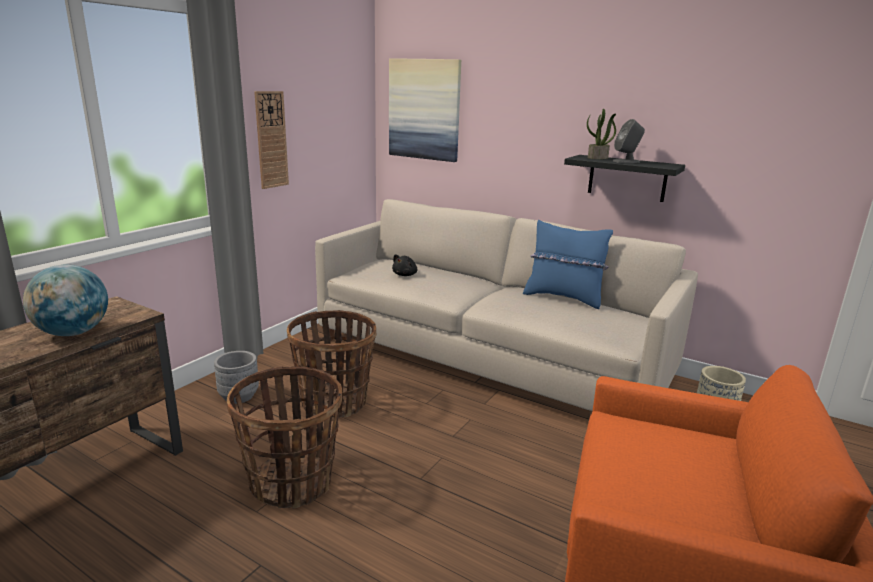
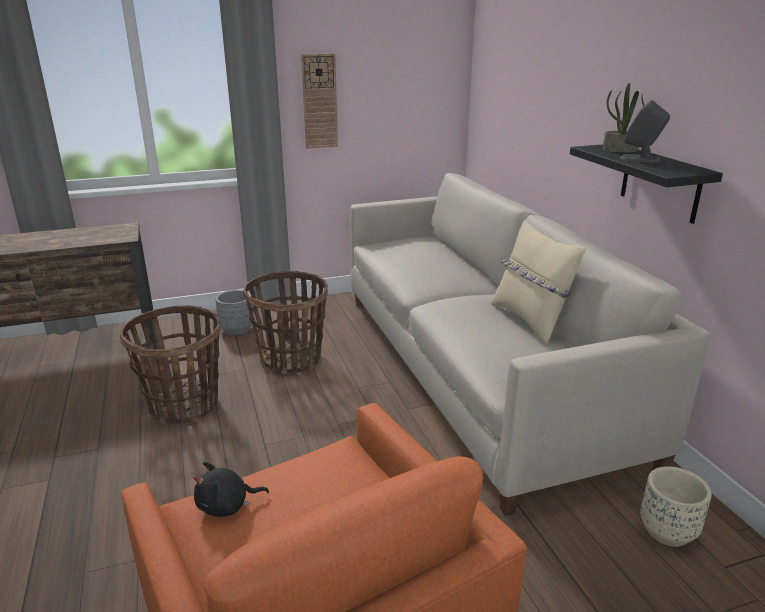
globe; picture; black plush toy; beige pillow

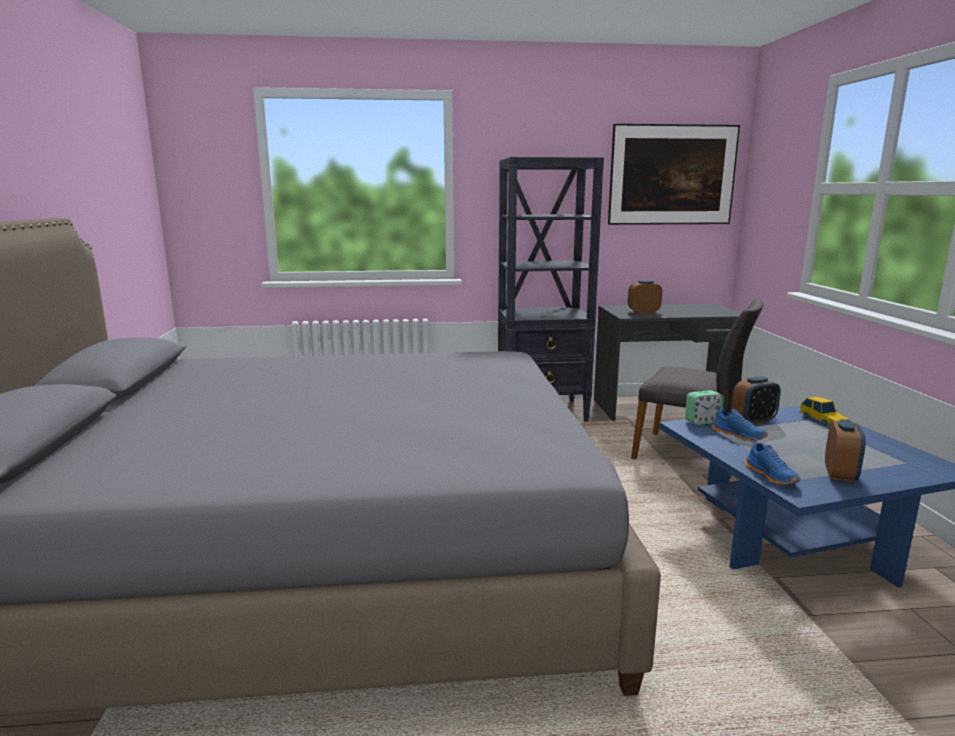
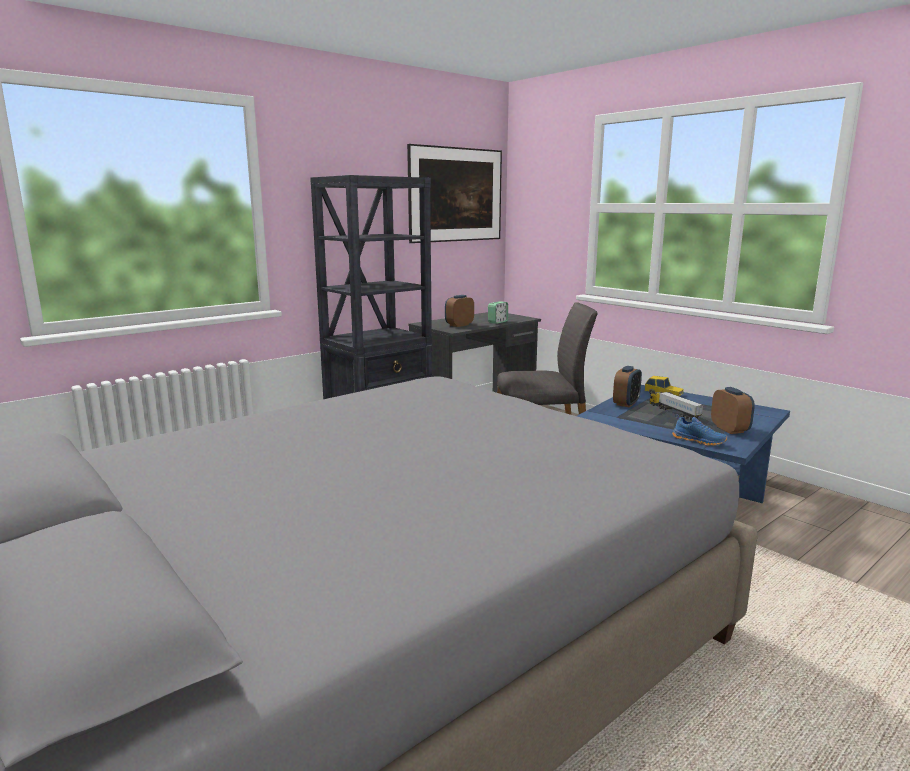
blue shoe (no. 1 from left in the first image); toy truck; alarm clock (no. 2 from left)

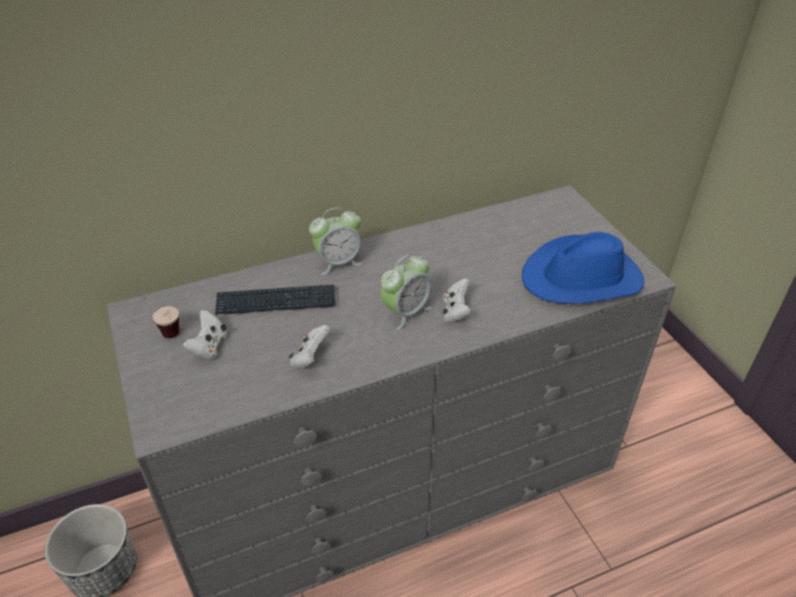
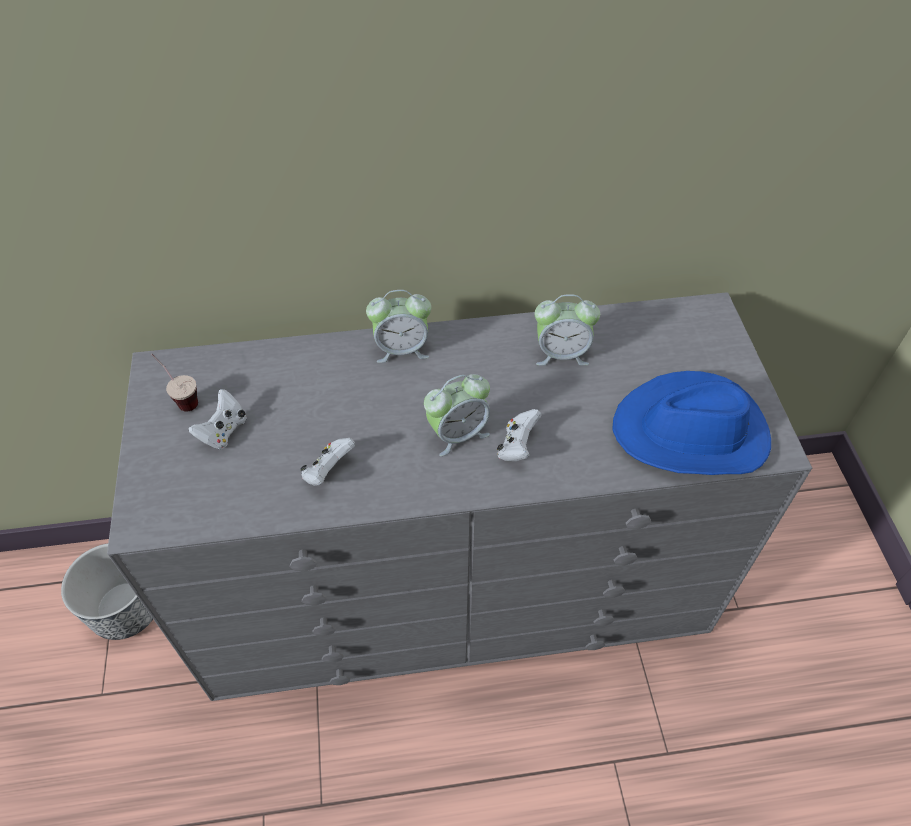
keyboard; alarm clock (no. 3 from left)

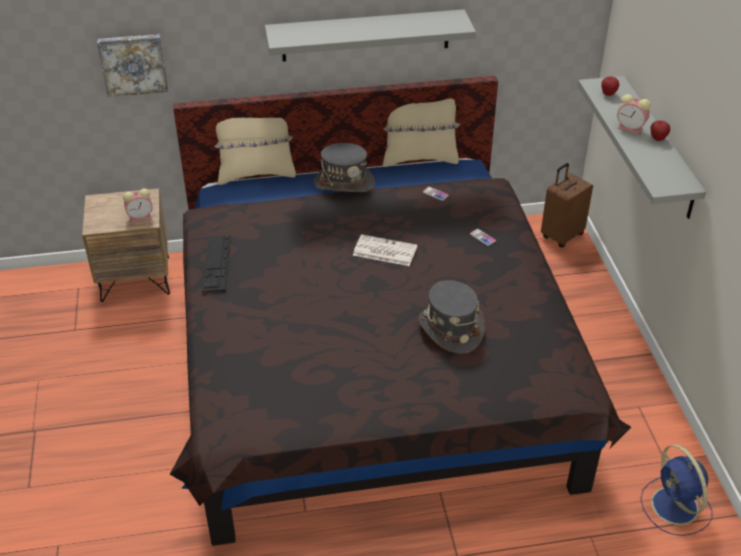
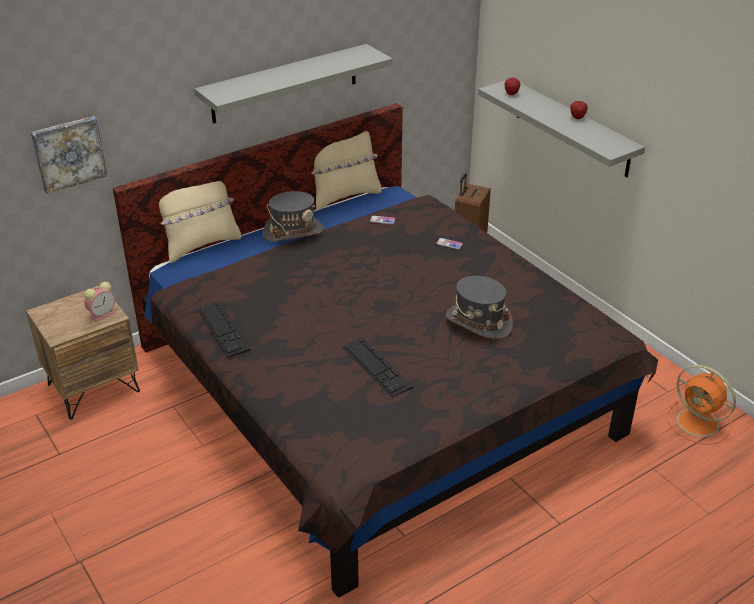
newspaper; alarm clock (no. 2 from left in the first image); keyboard (no. 2 from left); orange fan

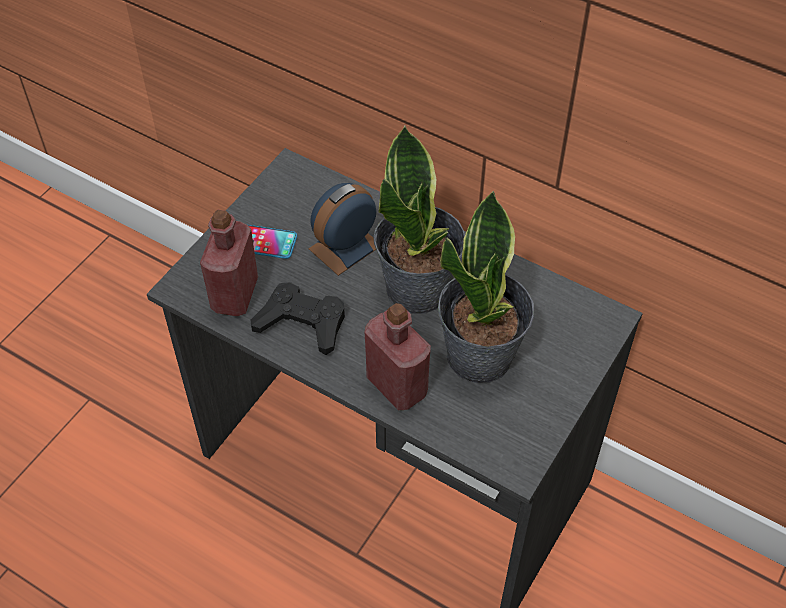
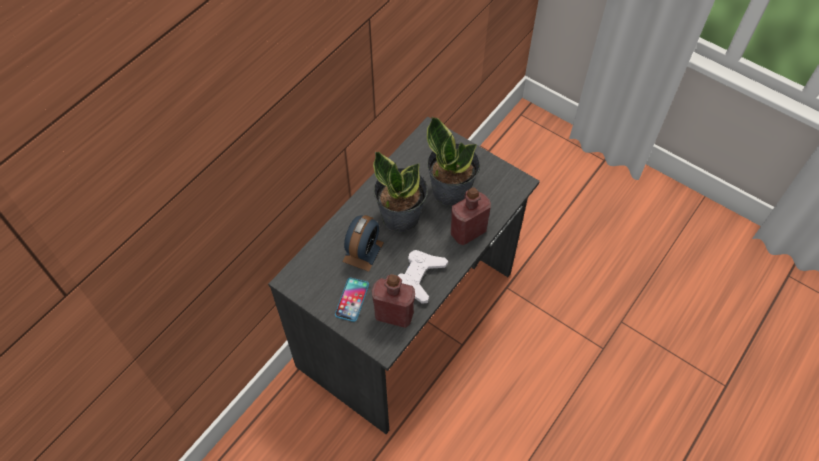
white game controller; alarm clock

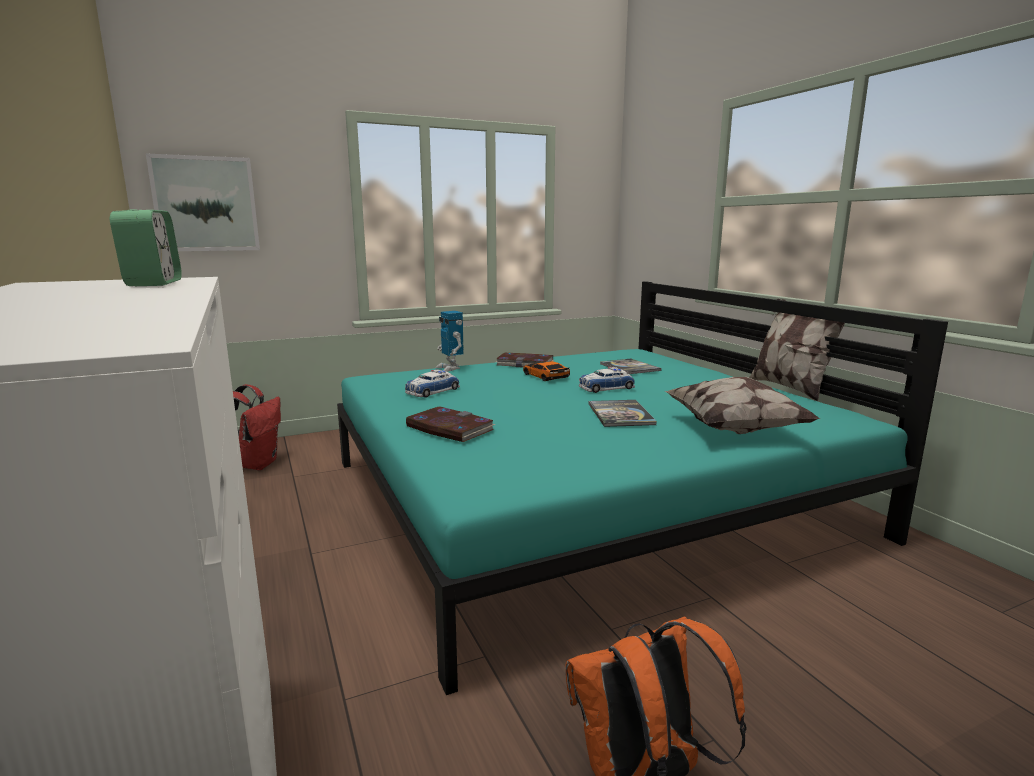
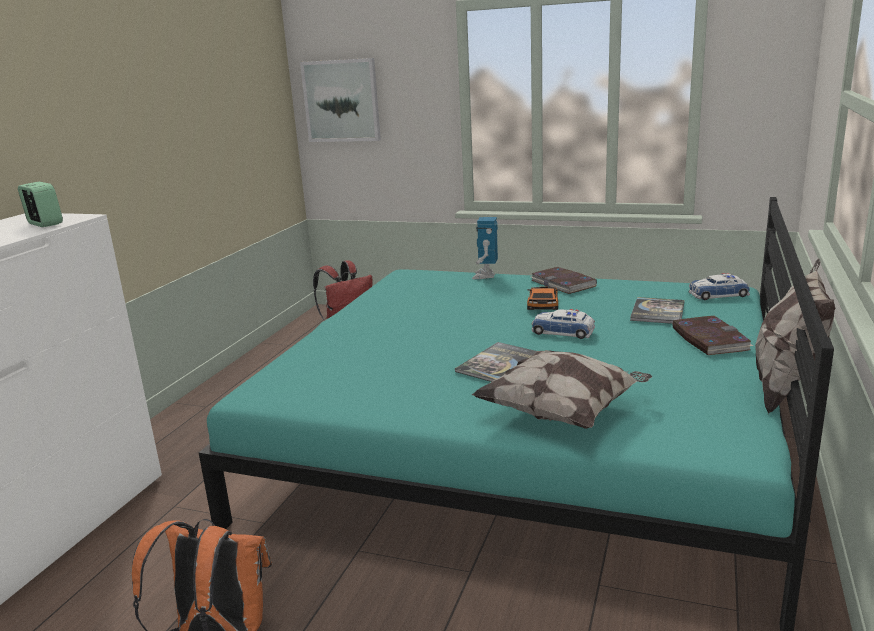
toy car (no. 3 from left); book (no. 4 from left); alarm clock

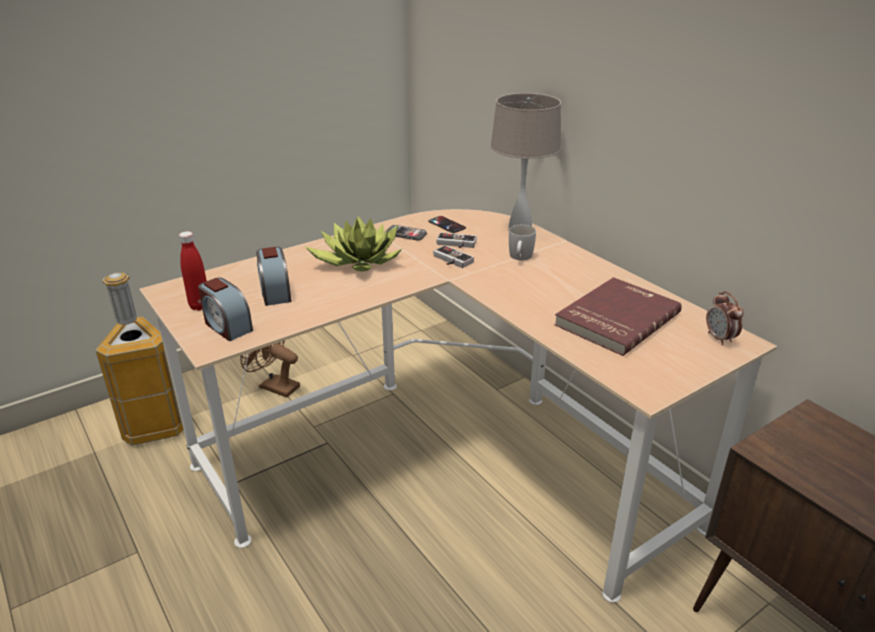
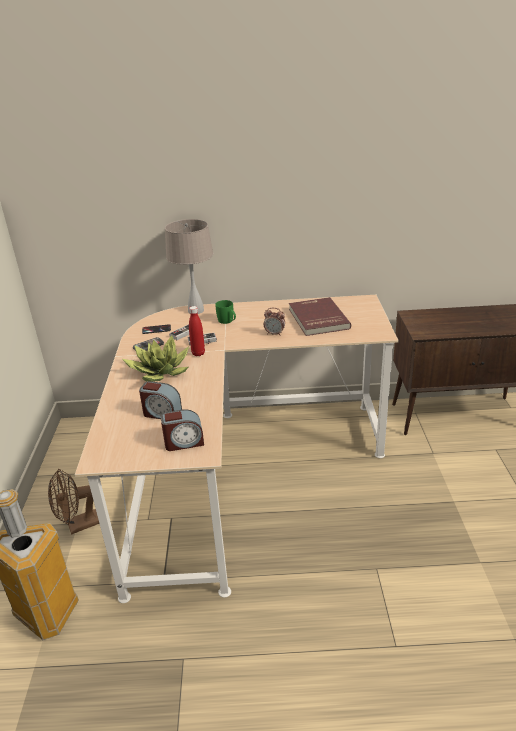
red bottle; alarm clock (no. 3 from left); green mug

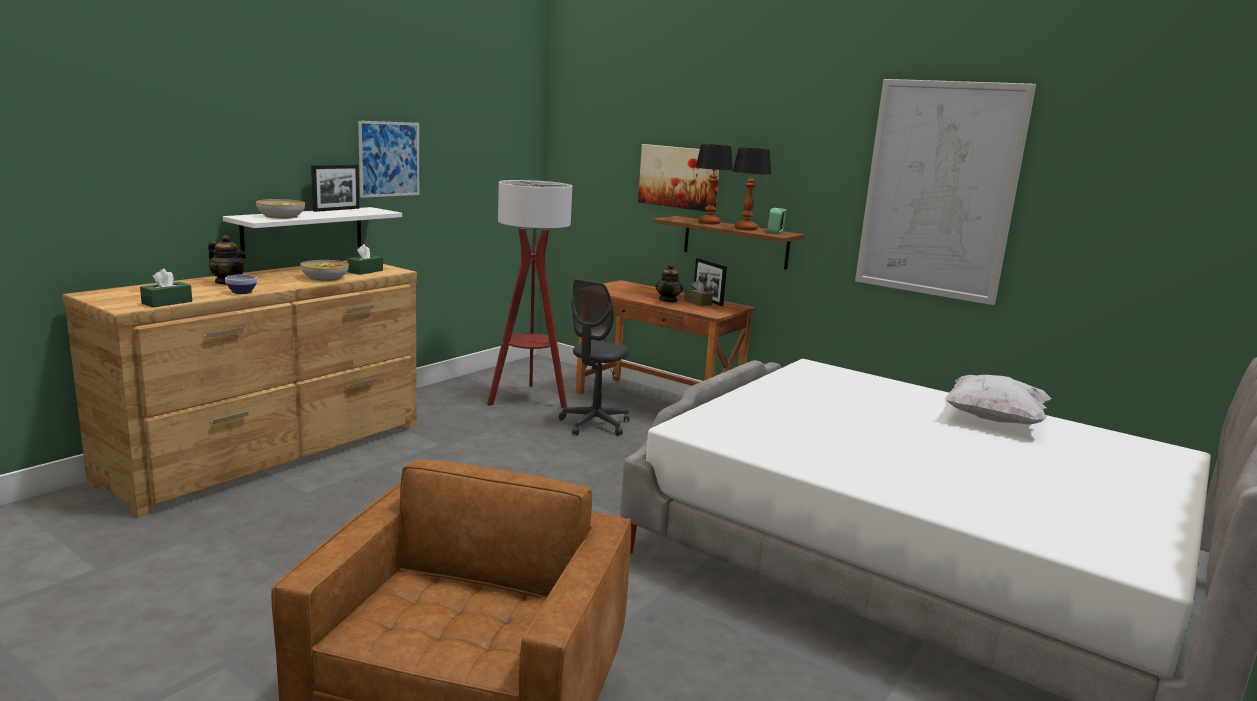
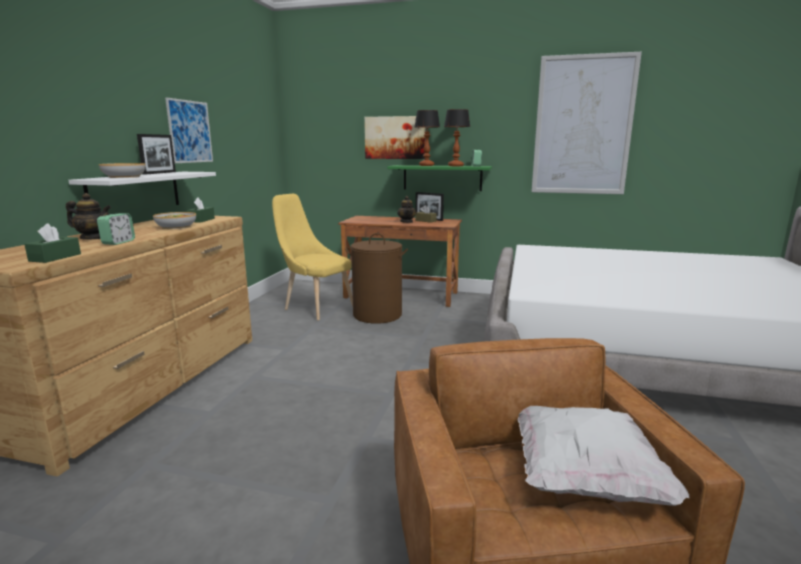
white pillow; alarm clock (no. 1 from left); yellow chair; brown laundry basket; green shelf

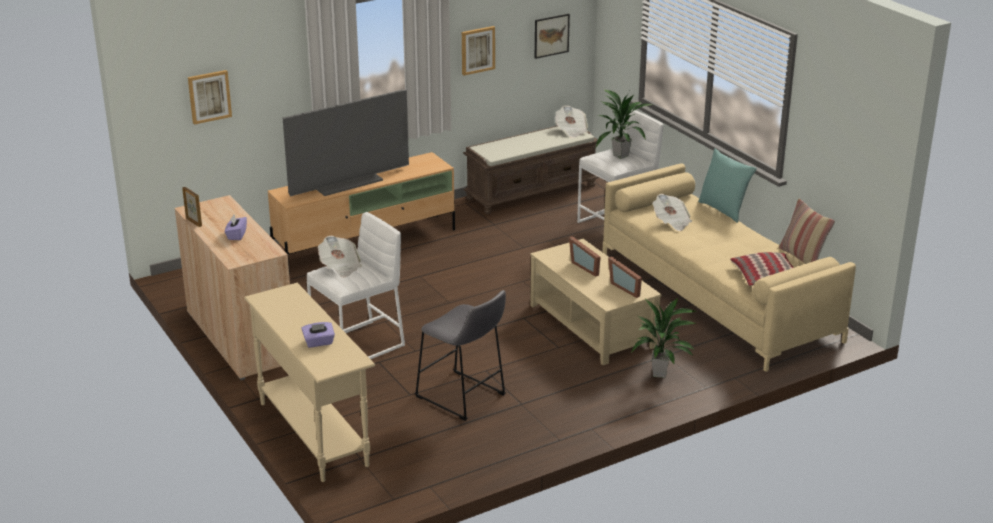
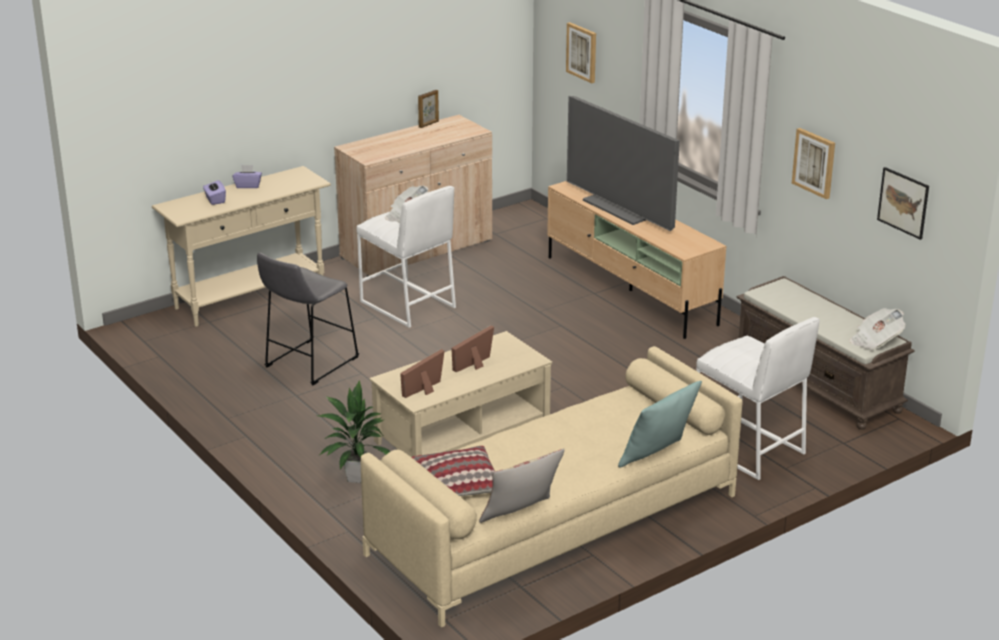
potted plant (no. 1 from left in the first image); newspaper (no. 3 from left in the first image); purple tissue box (no. 2 from left)

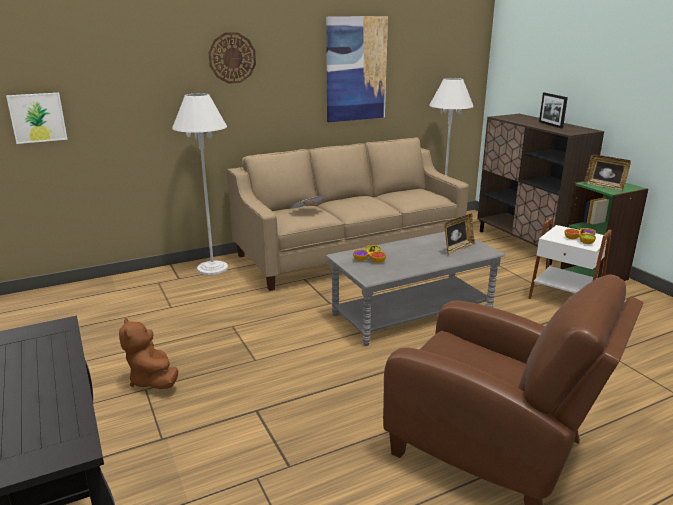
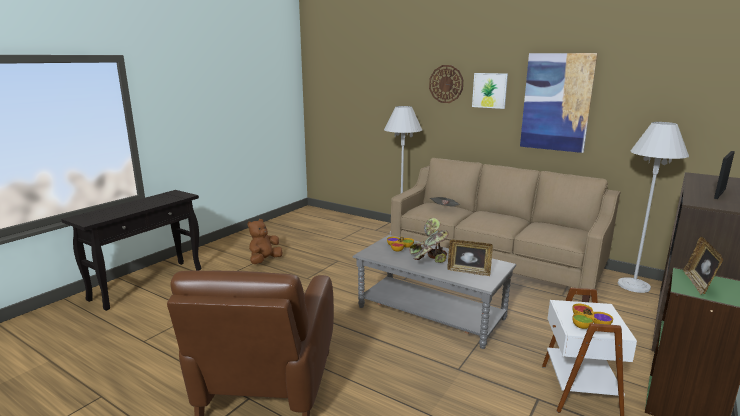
potted plant; picture (no. 1 from left)

